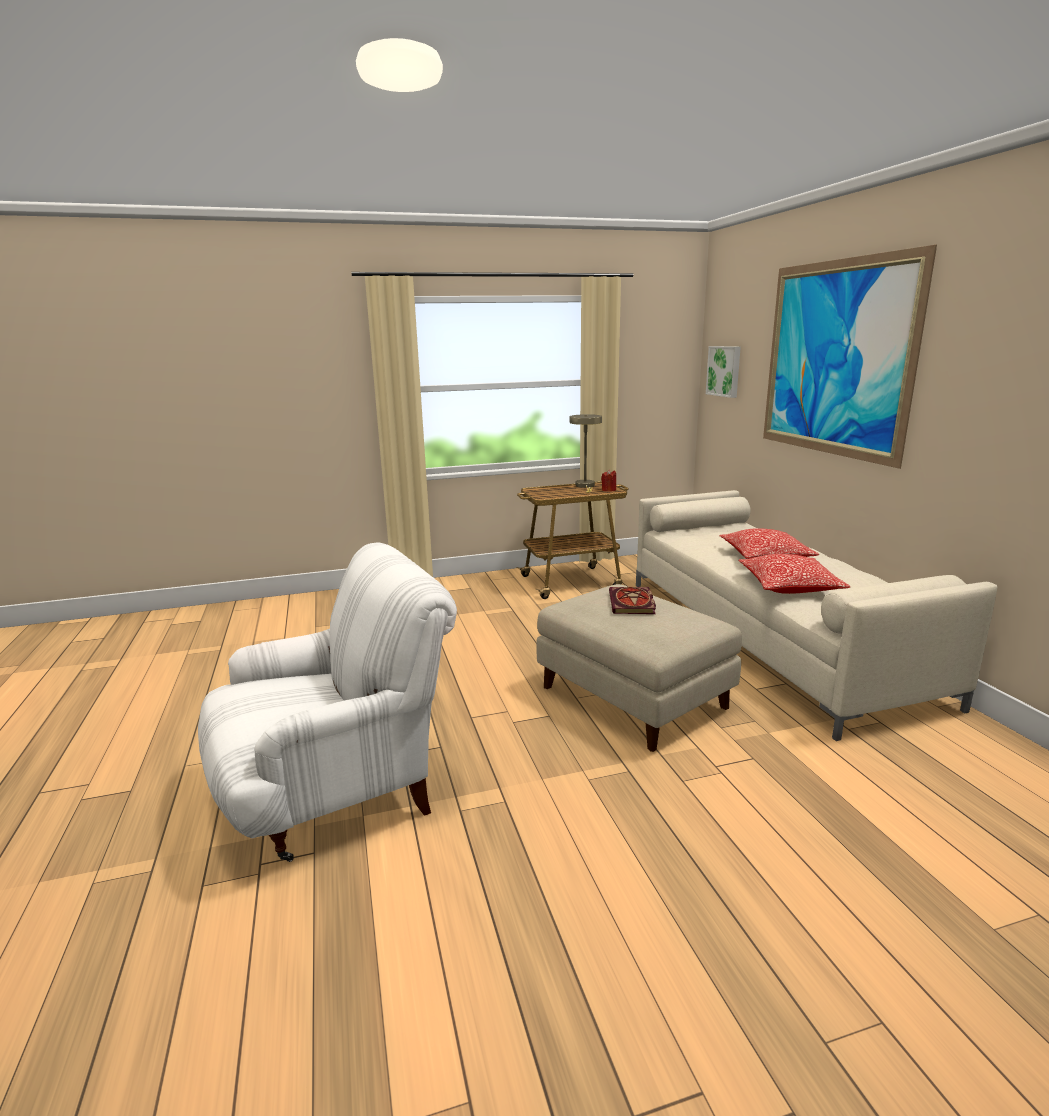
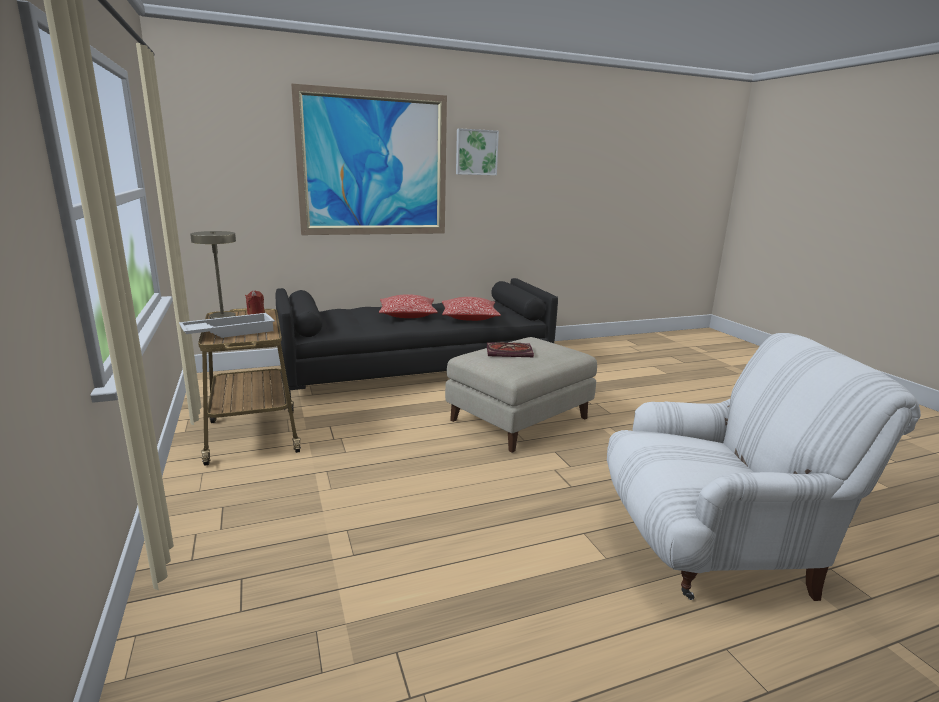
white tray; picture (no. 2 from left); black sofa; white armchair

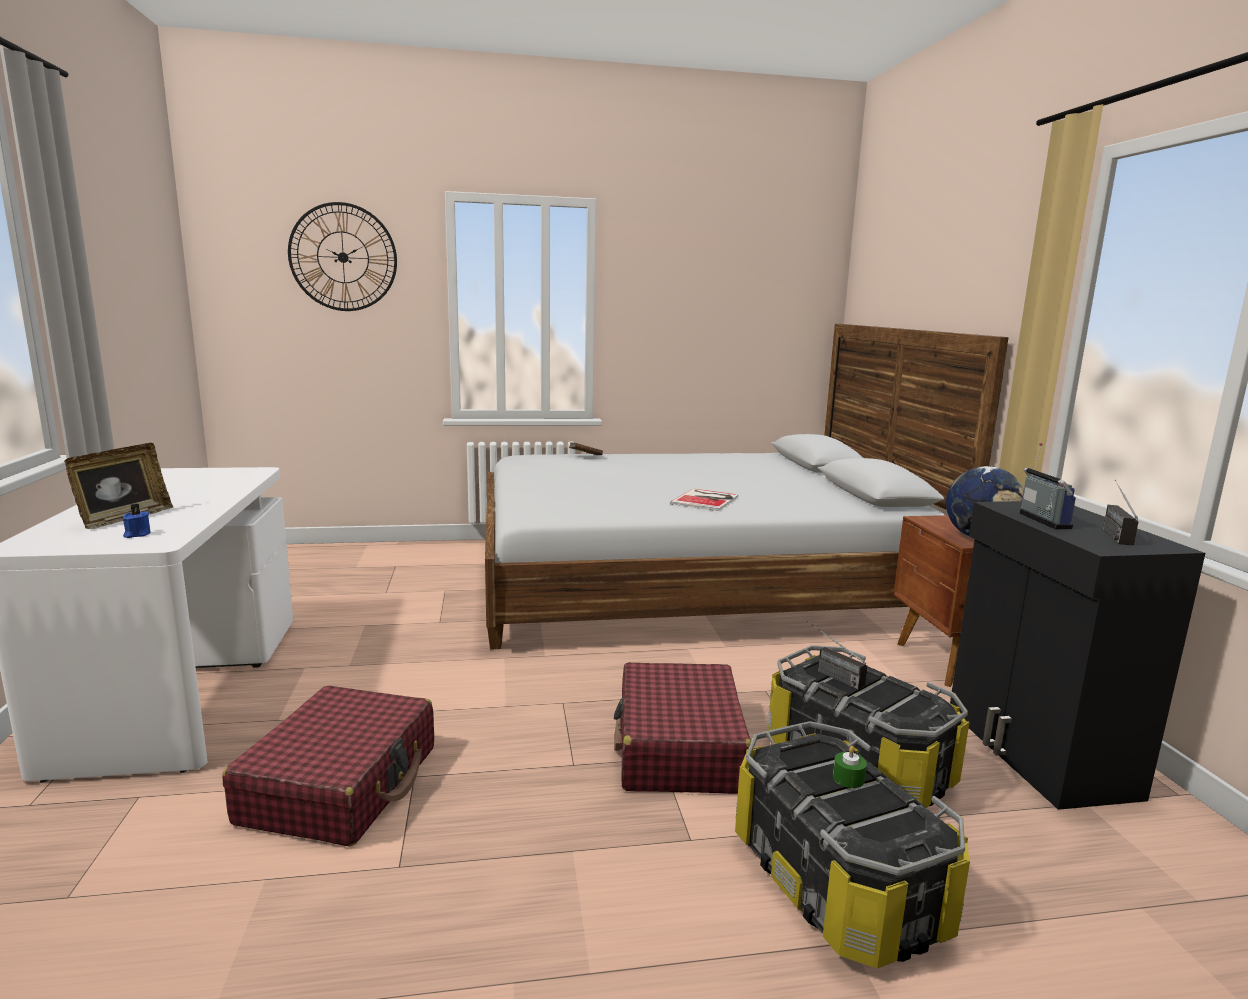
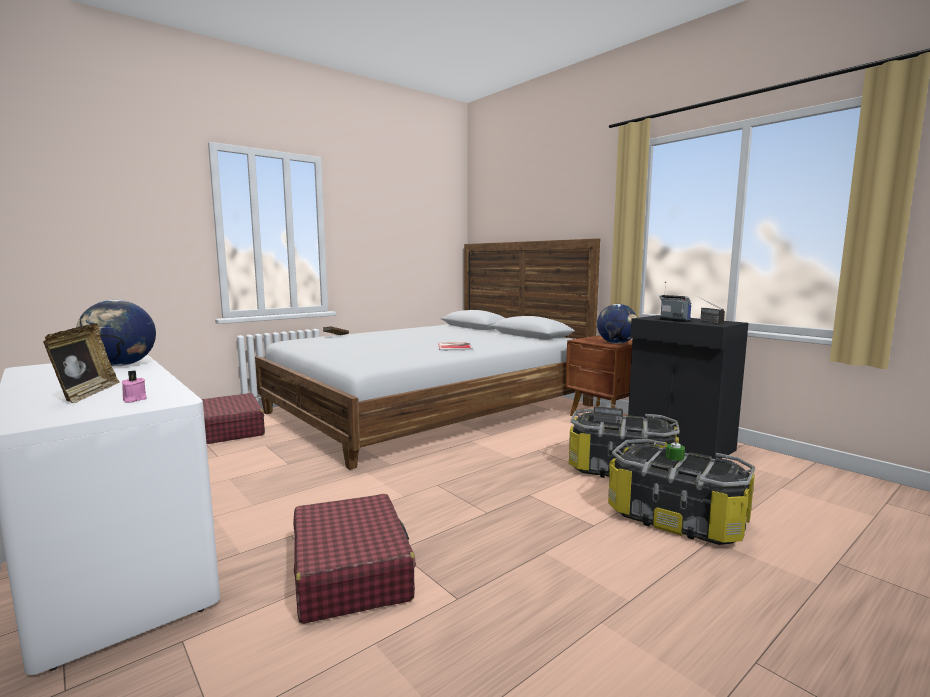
wall clock; globe (no. 1 from left); red suitcase (no. 1 from left); pink candle

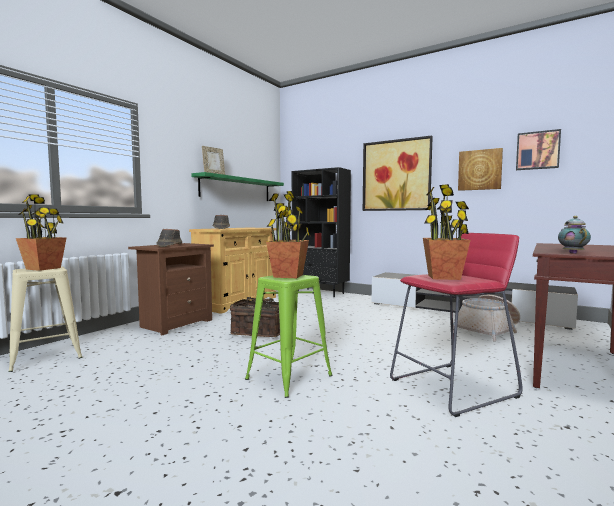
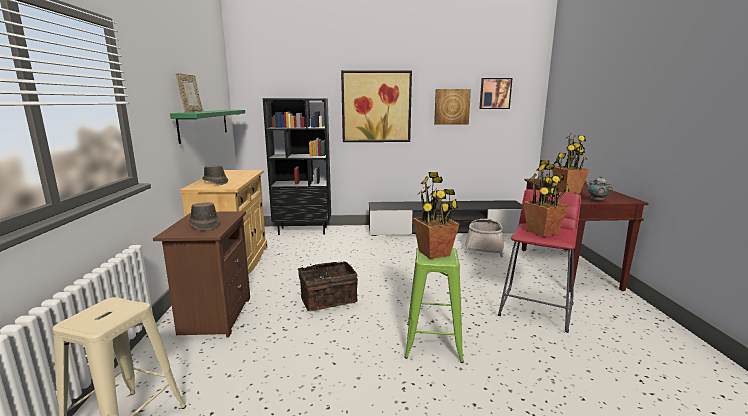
potted plant (no. 3 from left)

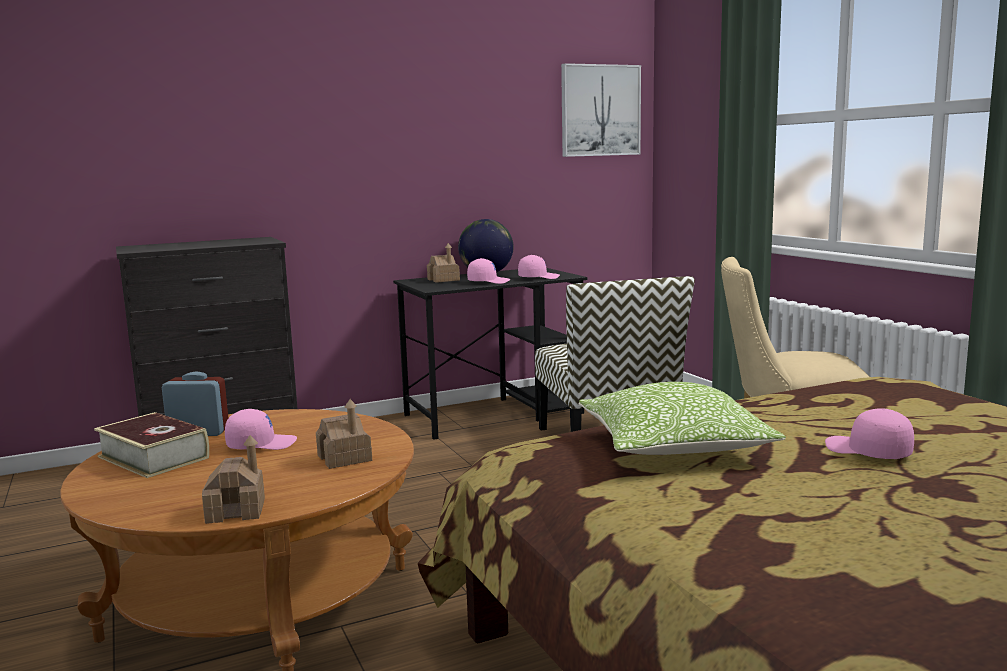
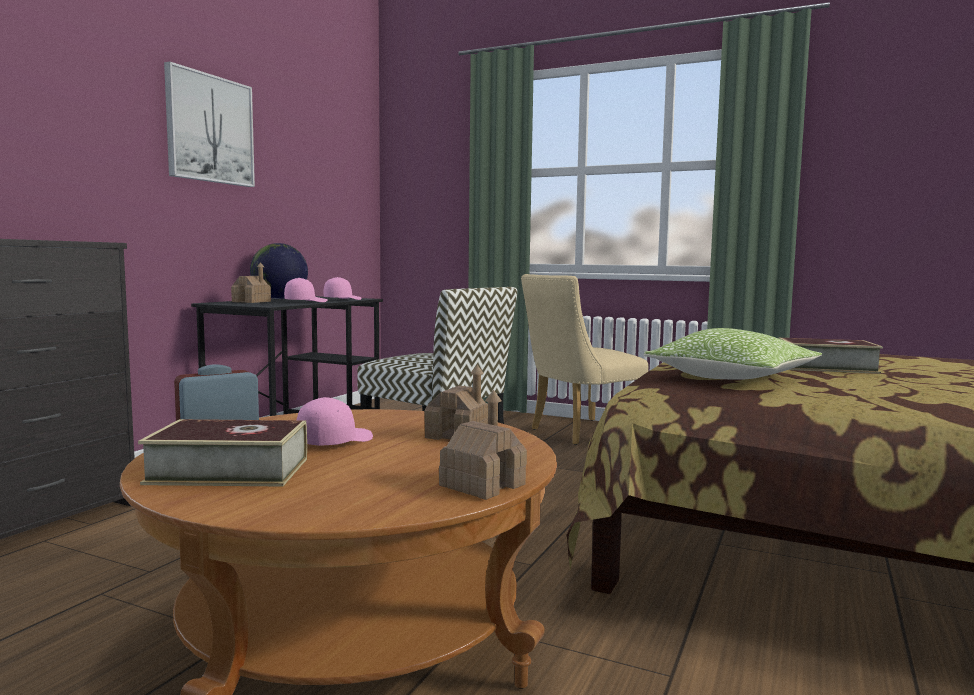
picture; book (no. 2 from left)

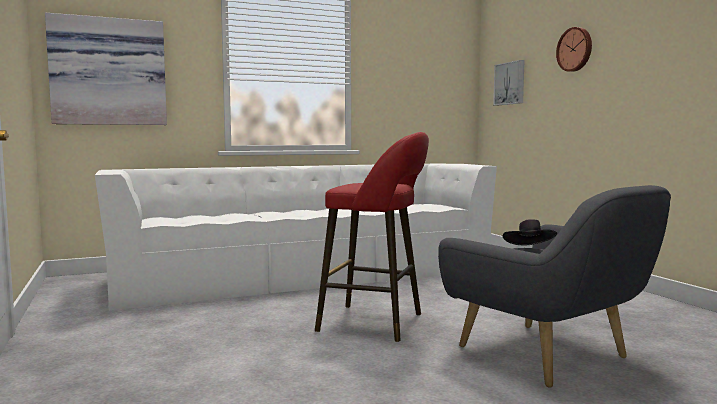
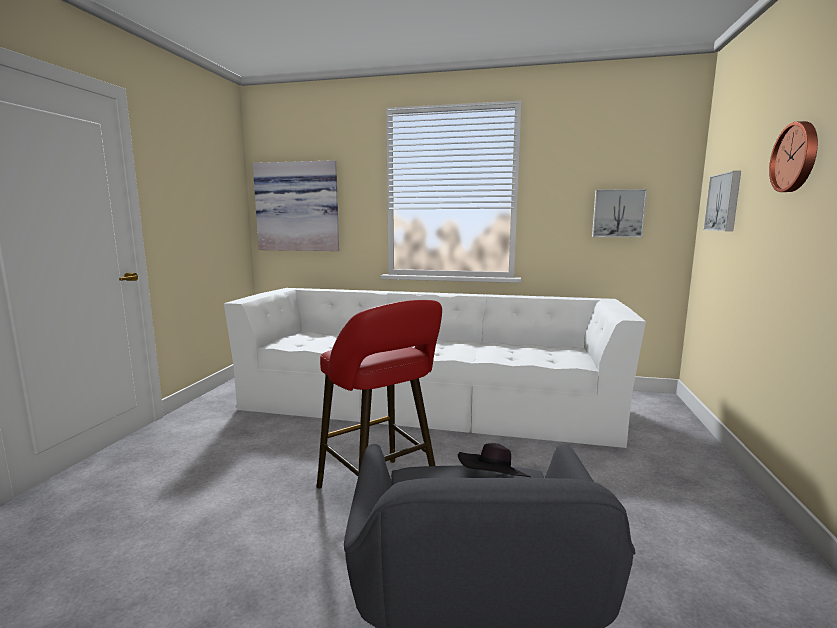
picture (no. 2 from left)

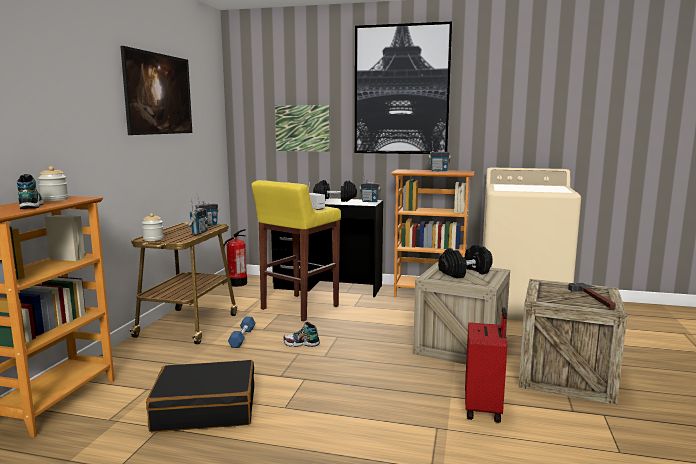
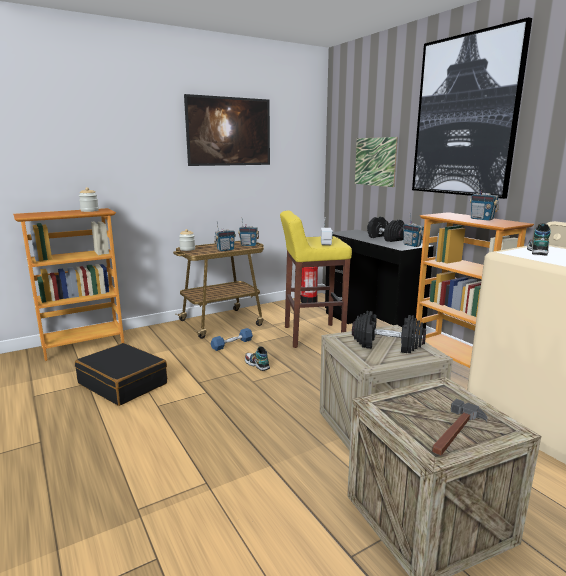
red suitcase; shoe (no. 2 from left)

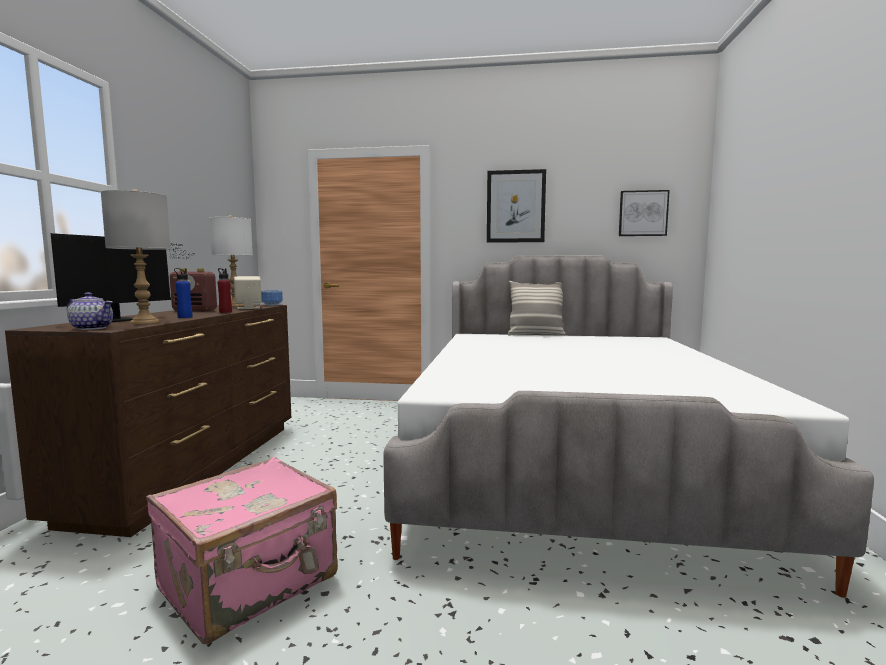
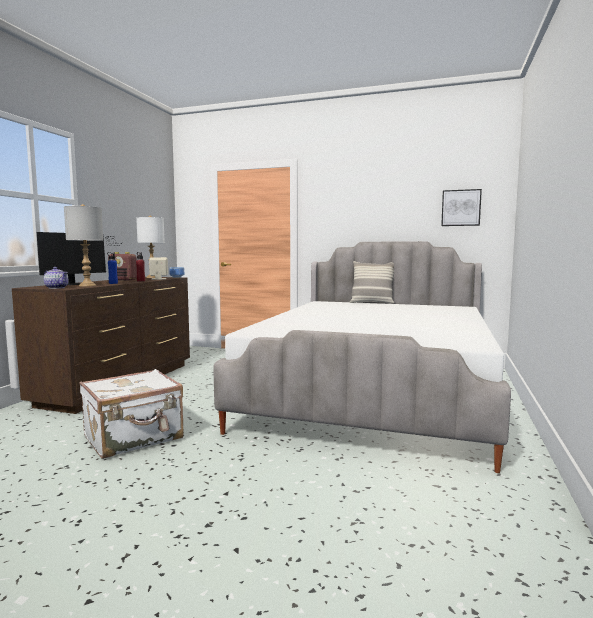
picture (no. 1 from left in the first image); white suitcase

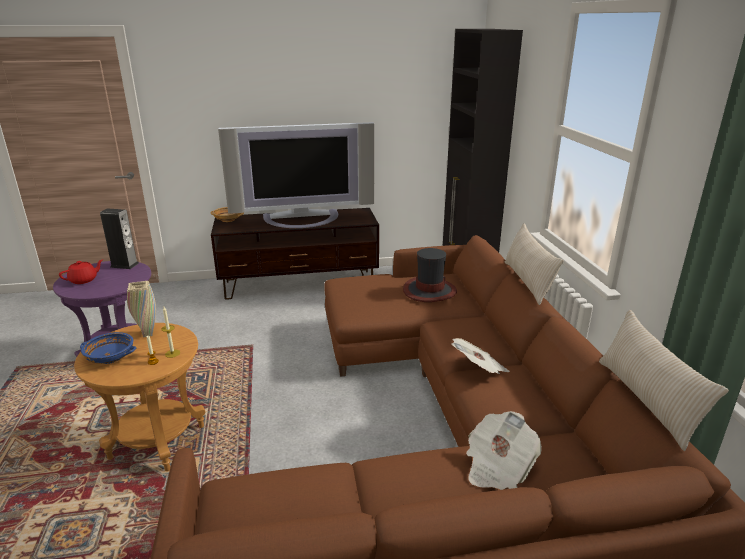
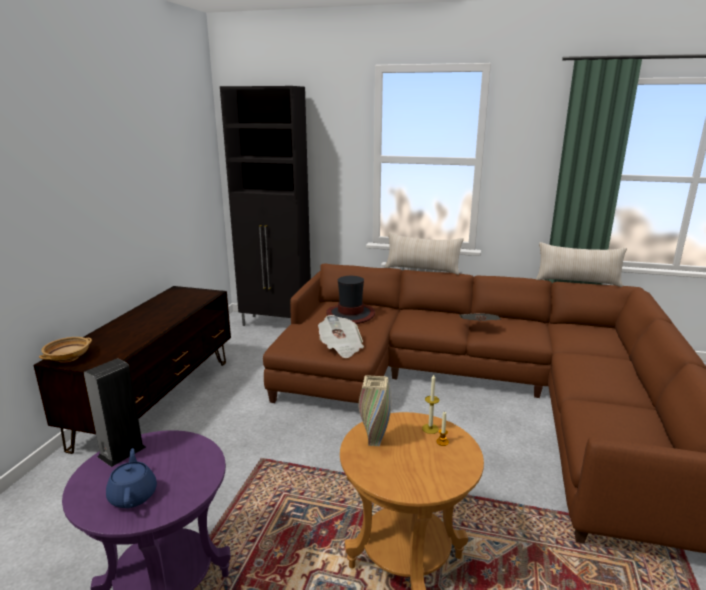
blue bowl; television; newspaper (no. 1 from left); blue teapot

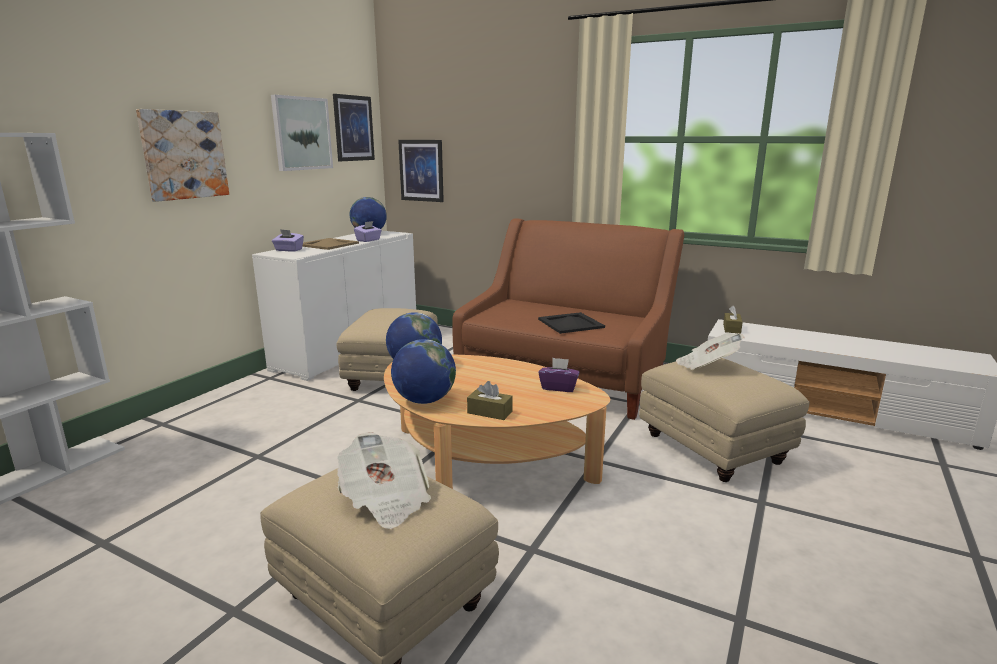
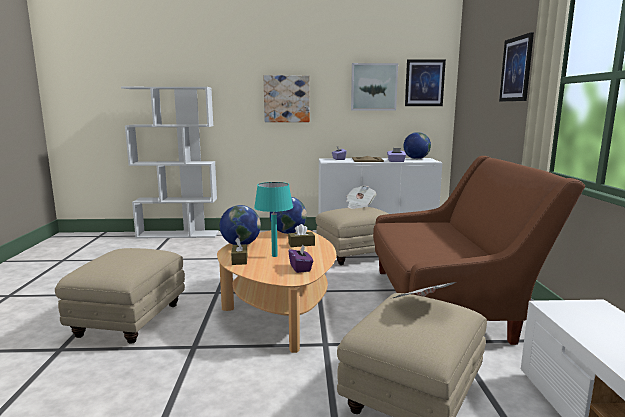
black tray; turquoise table lamp; newspaper (no. 1 from left); picture (no. 4 from left); brown tissue box (no. 2 from left)

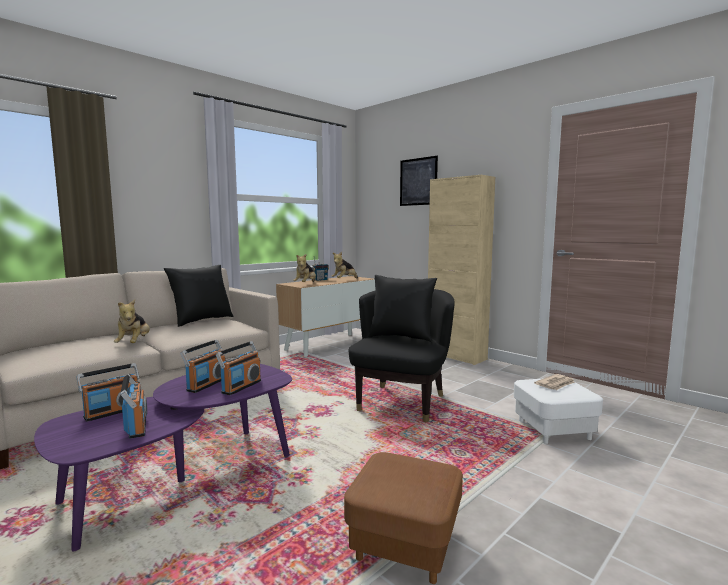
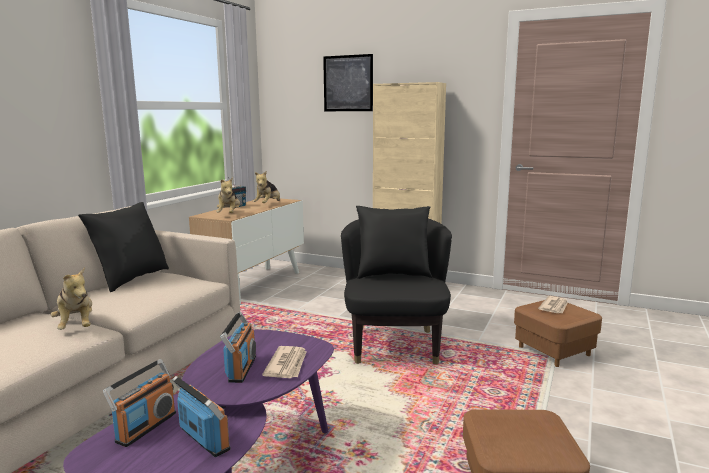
newspaper (no. 1 from left); brown ottoman (no. 2 from left)

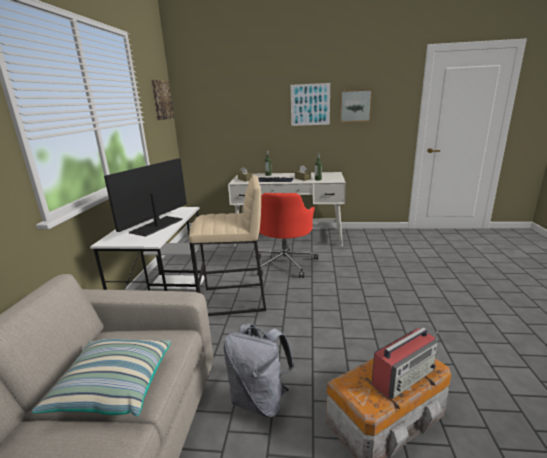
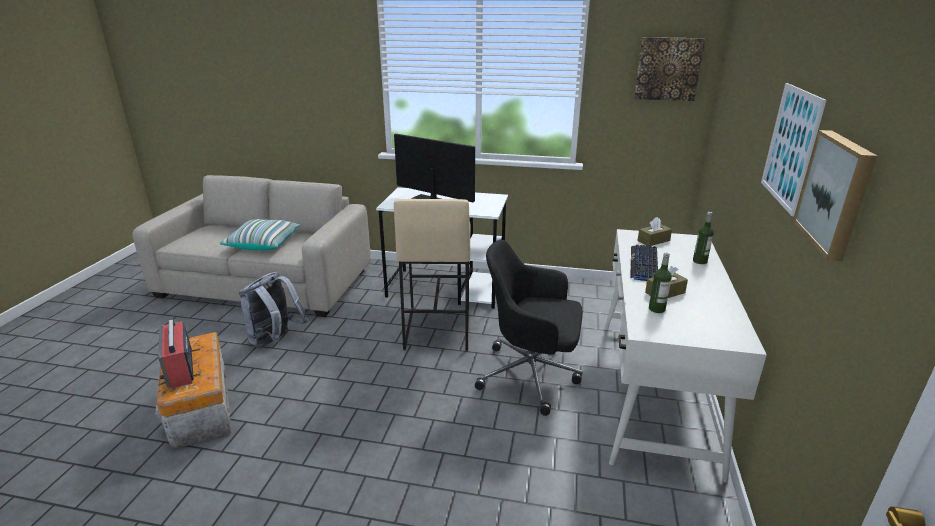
black office chair

